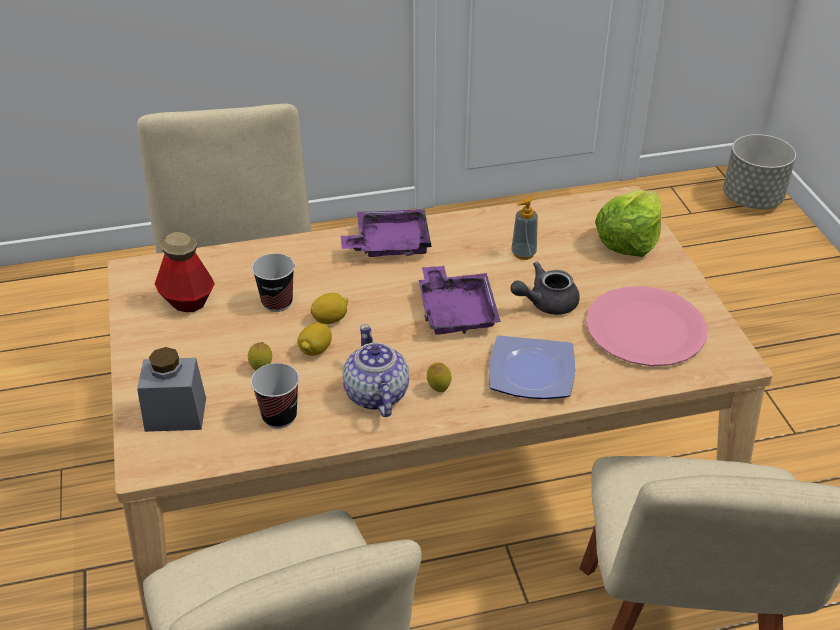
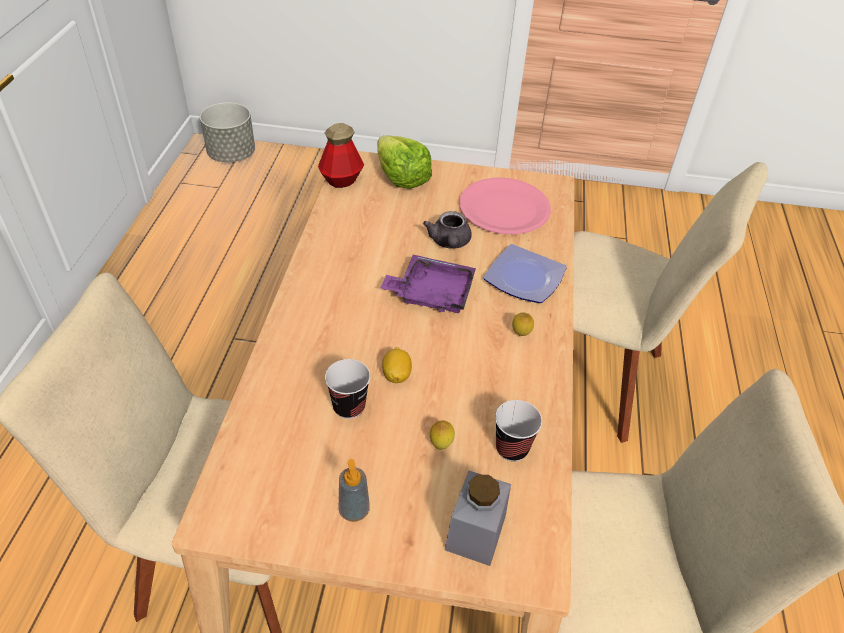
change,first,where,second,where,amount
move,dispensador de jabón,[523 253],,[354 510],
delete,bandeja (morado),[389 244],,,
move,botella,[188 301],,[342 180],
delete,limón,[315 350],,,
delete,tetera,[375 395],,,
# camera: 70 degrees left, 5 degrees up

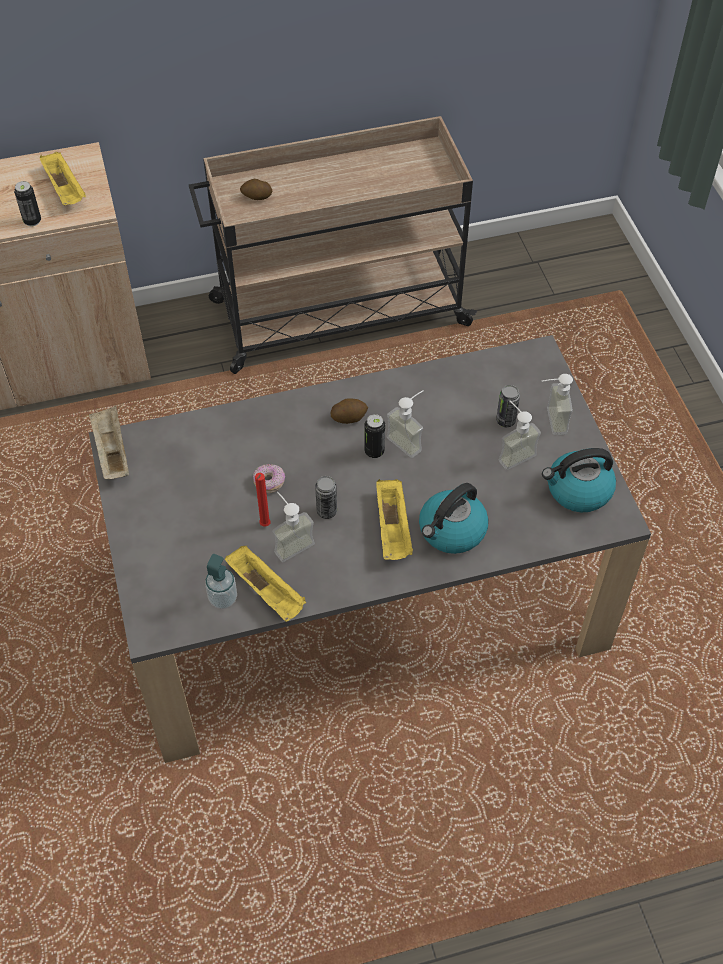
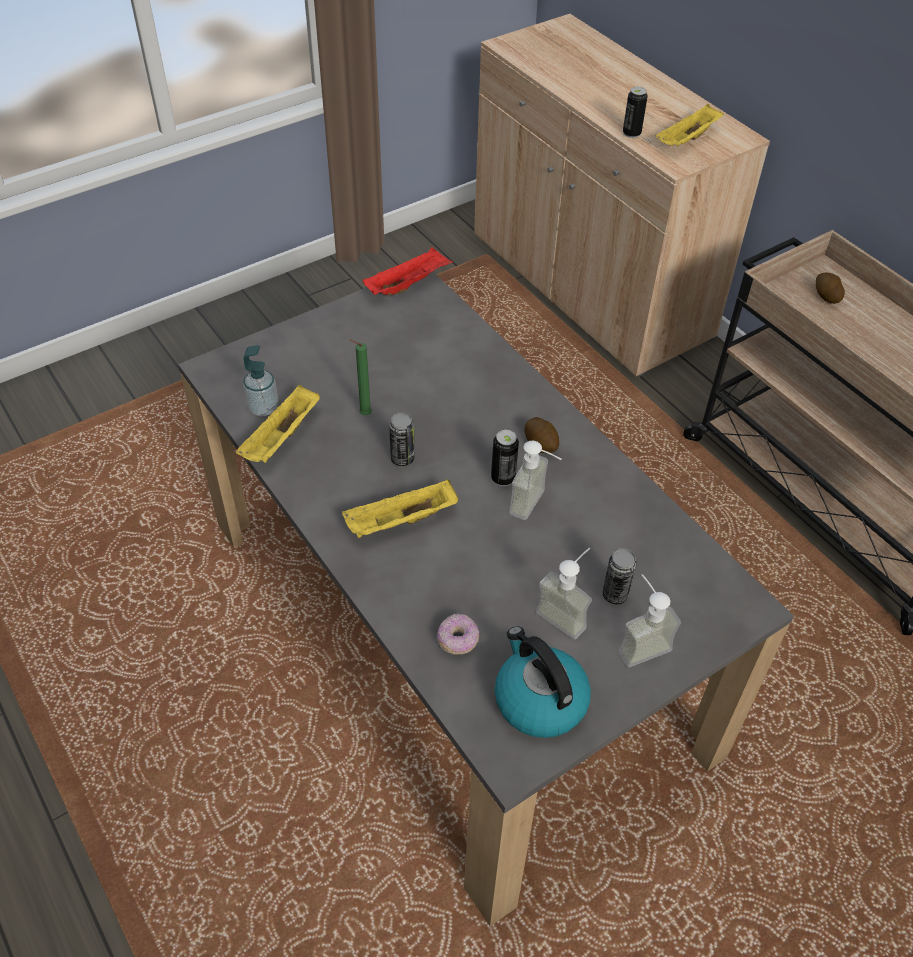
change,first,where,second,where,amount
recolor,bandeja (beis),[111 452],bandeja (rojo),[408 284],
move,rosquilla,[269 482],,[458 640],
recolor,vela (rojo),[264 526],vela (verde),[363 414],
delete,hervidor,[451 531],,,
delete,dispensador de jabón,[290 542],,,
# camera: 70 degrees right, 5 degrees down

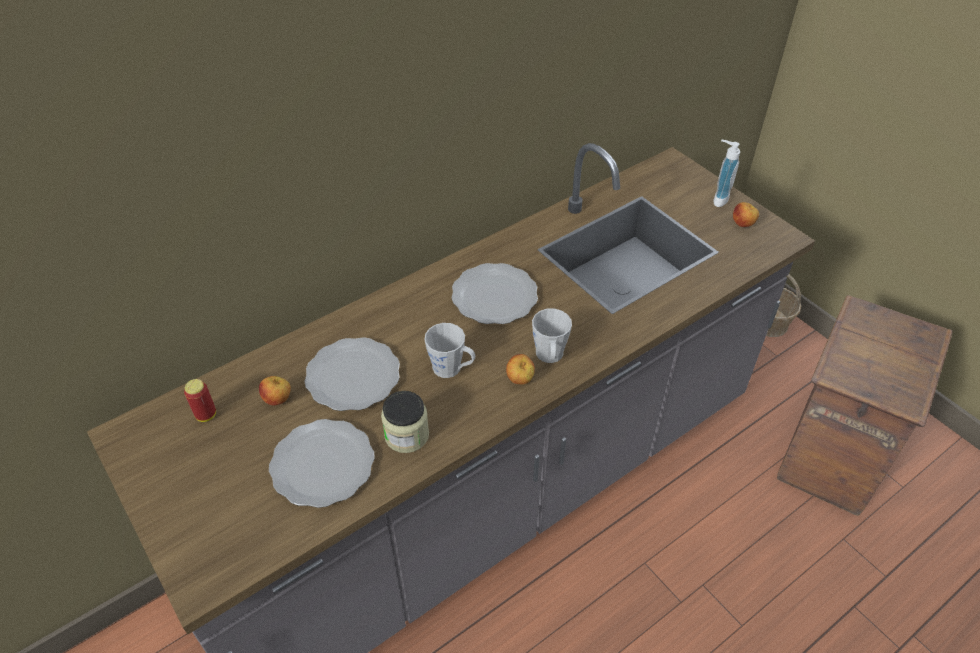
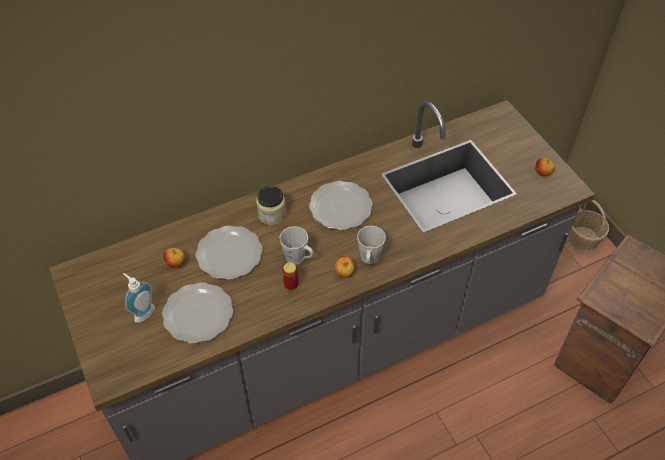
change,first,where,second,where,amount
move,dispensador de jabón,[717 198],,[142 312],
move,lata,[206 415],,[291 285],
move,tarro,[406 435],,[272 214],
# camera: 10 degrees right, 5 degrees up

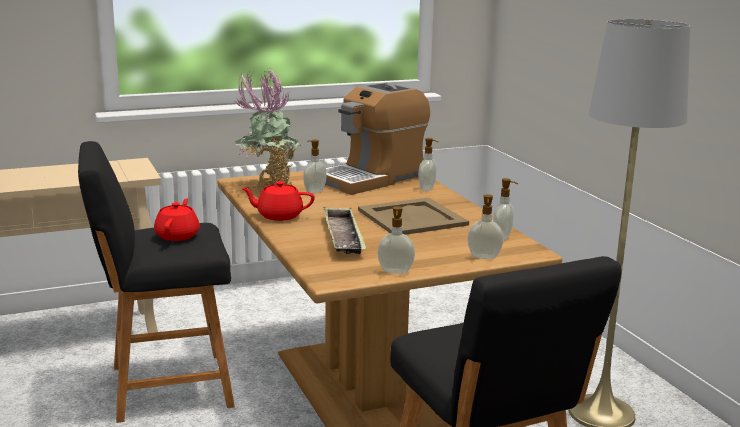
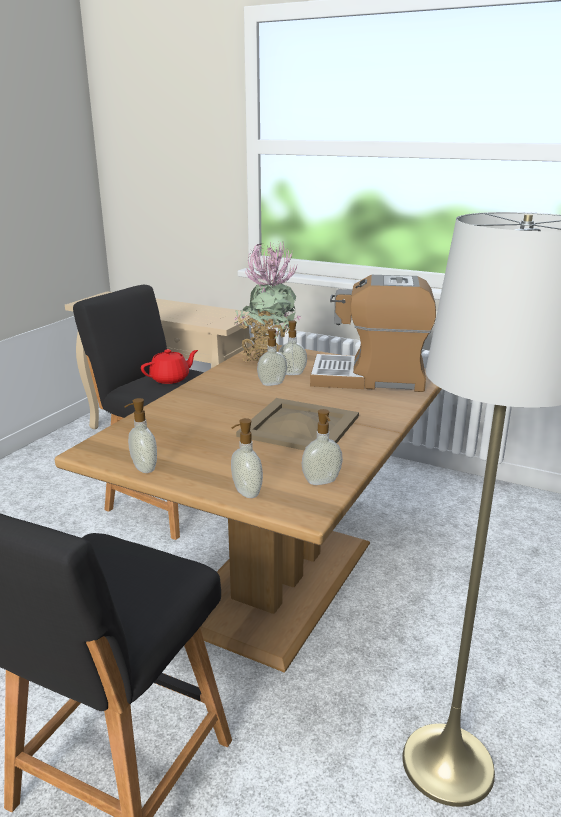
change,first,where,second,where,amount
move,dispensador de jabón,[427 189],,[272 384],
delete,tetera (rojo),[279 216],,,
delete,bandeja,[343 237],,,
# camera: 50 degrees right, 5 degrees up

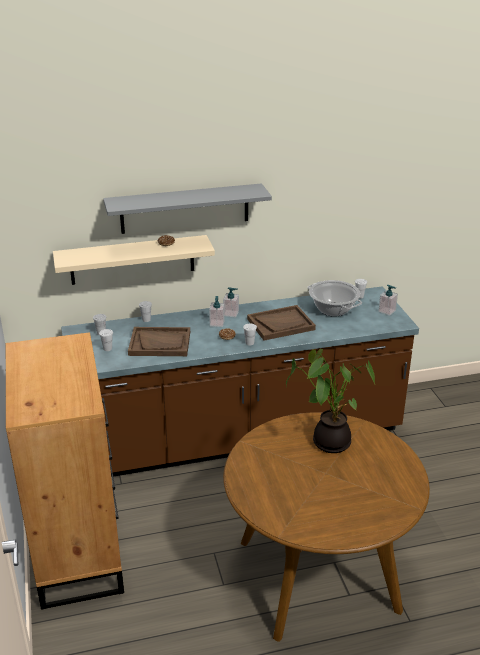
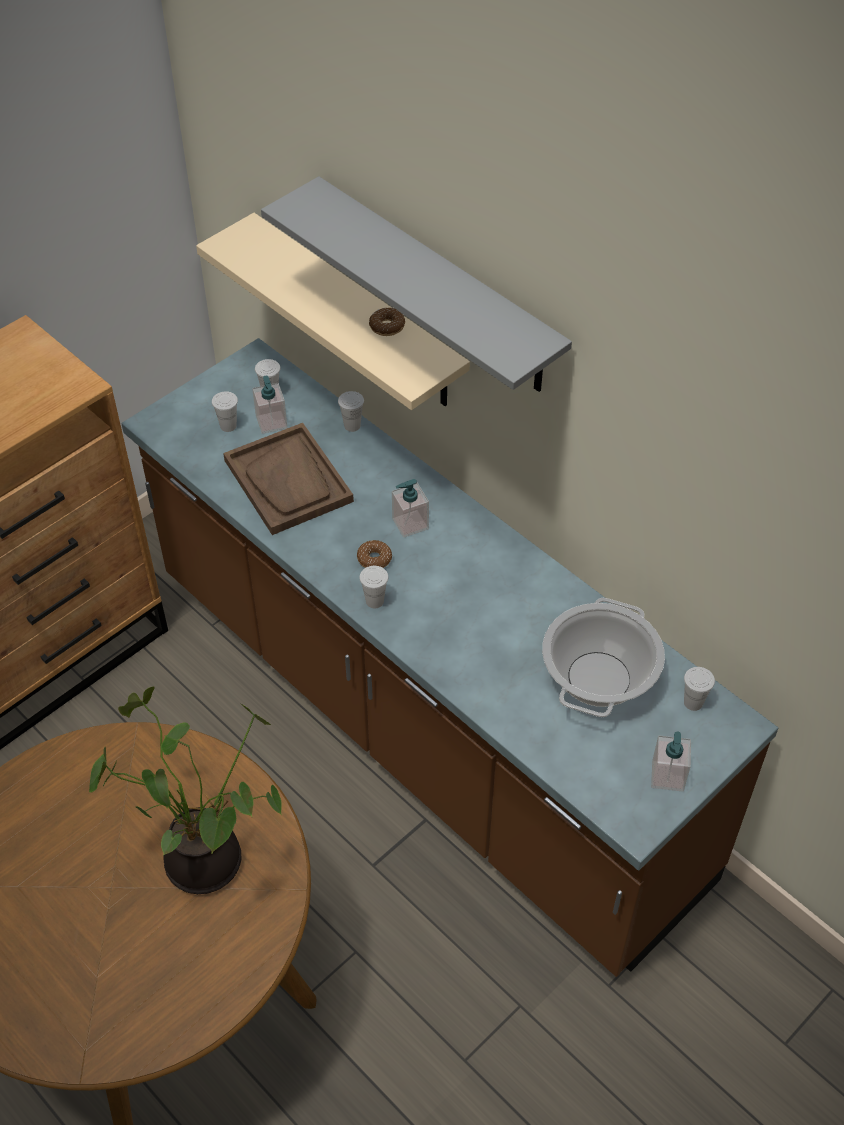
change,first,where,second,where,amount
move,dispensador de jabón,[231 313],,[271 422],
delete,bandeja (marrón),[281 324],,,
# camera: 60 degrees right, 20 degrees up

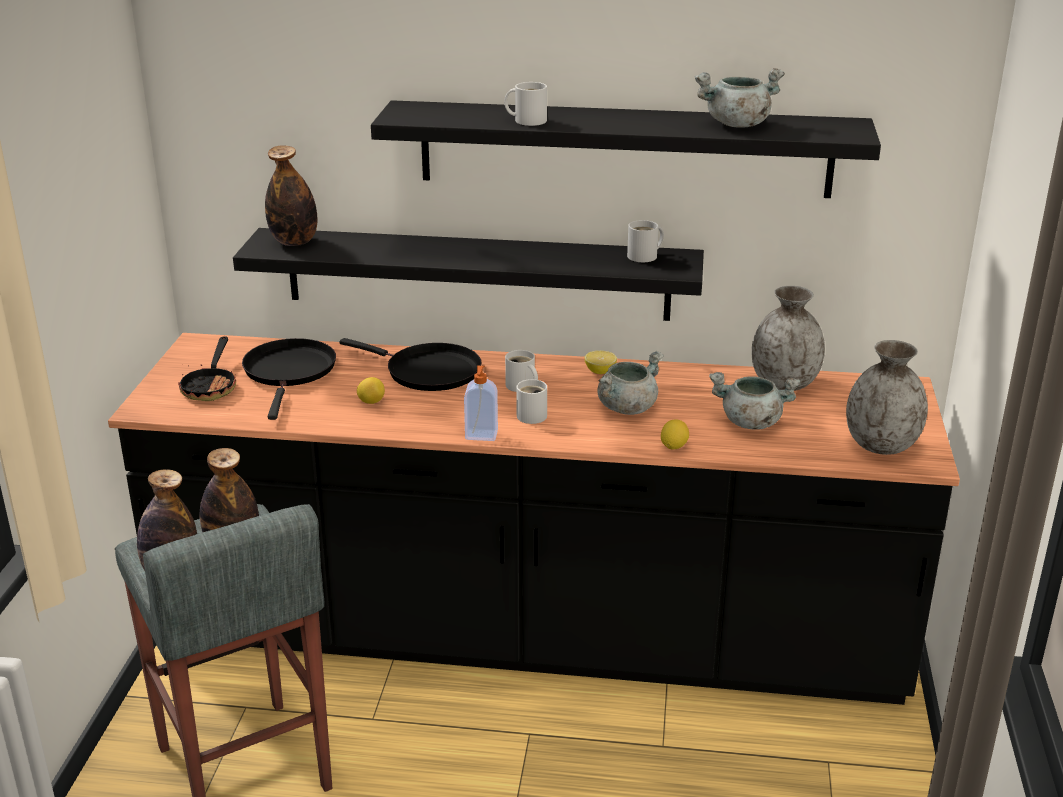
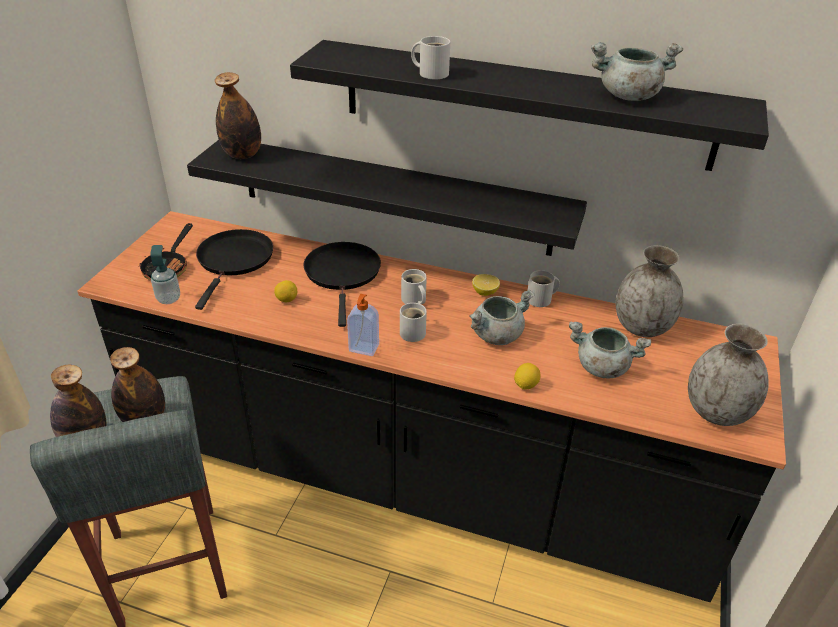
change,first,where,second,where,amount
move,taza grande (blanco),[645 256],,[541 299],
rotate,sartén (negro),[428 372],,[343 274],135 degrees counterclockwise
insert,,,dispensador de jabón,[168 299],
# camera: 10 degrees right, 10 degrees up

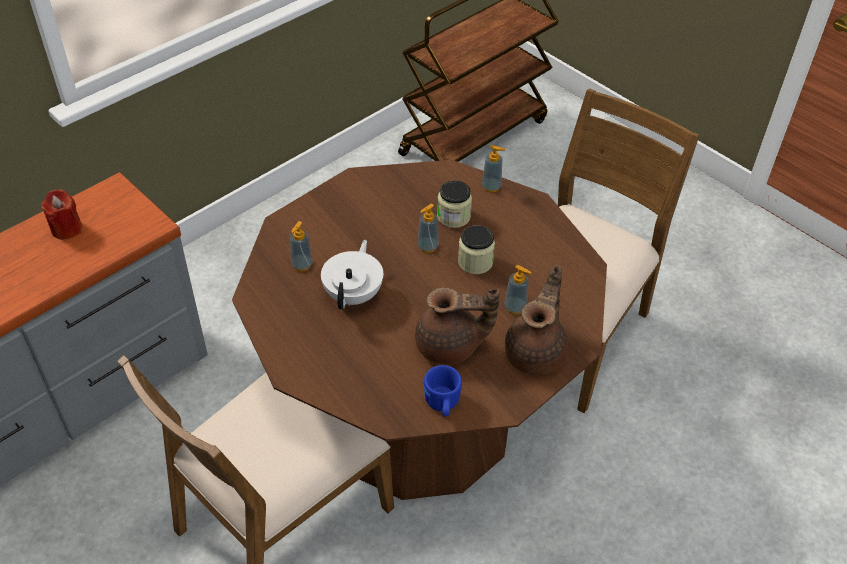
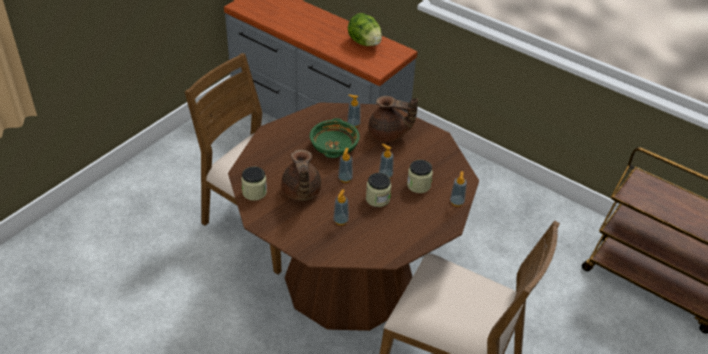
change,first,where,second,where,amount
replace,vela (rojo),[66 229],lechuga,[364 42],
replace,tetera (blanco),[354 294],cuenco (verde),[334 148],
move,tetera (marrón),[536 352],,[388 135],
replace,taza grande (azul),[441 405],tarro,[254 192],
insert,,,dispensador de jabón,[345 178],
# camera: 80 degrees right, 5 degrees down

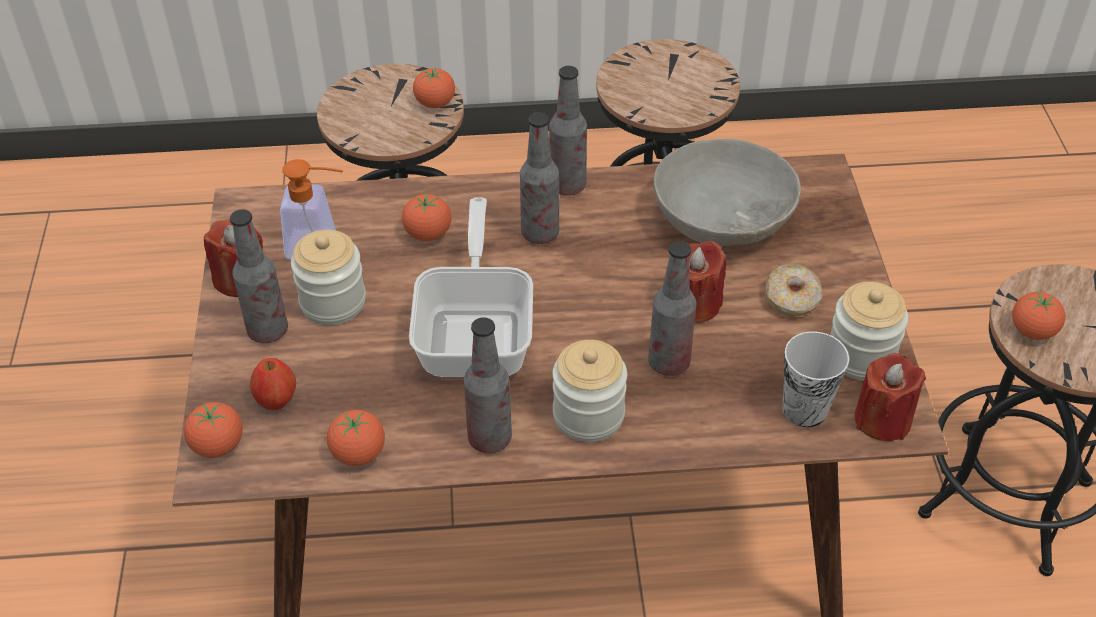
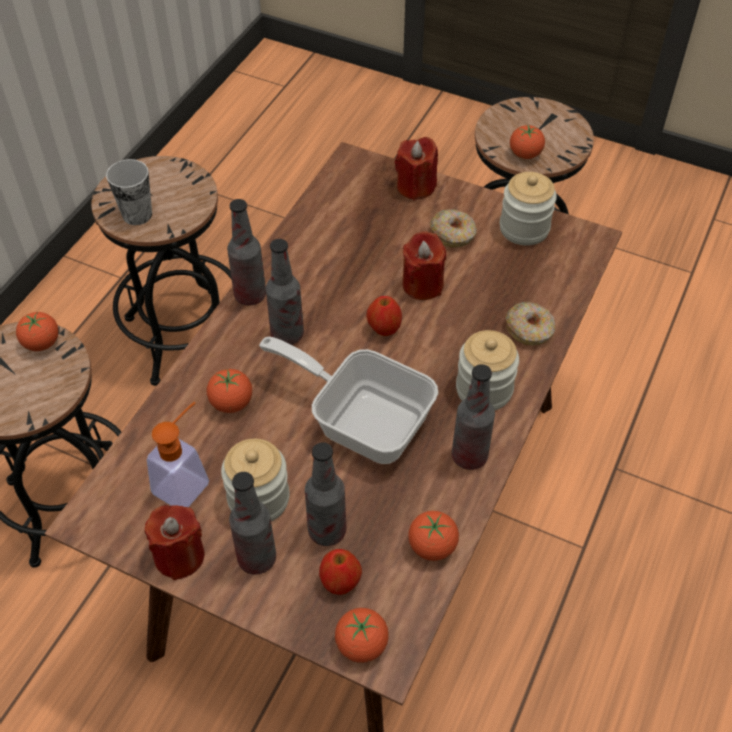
change,first,where,second,where,amount
delete,cuenco (gris),[723 218],,,
move,botella,[669 362],,[327 531],
move,taza,[804 409],,[137 214],
move,vela (rojo),[882 419],,[416 187],
insert,,,manzana,[384 328],
insert,,,rosquilla,[529 330],
# camera: 60 degrees left, 5 degrees up

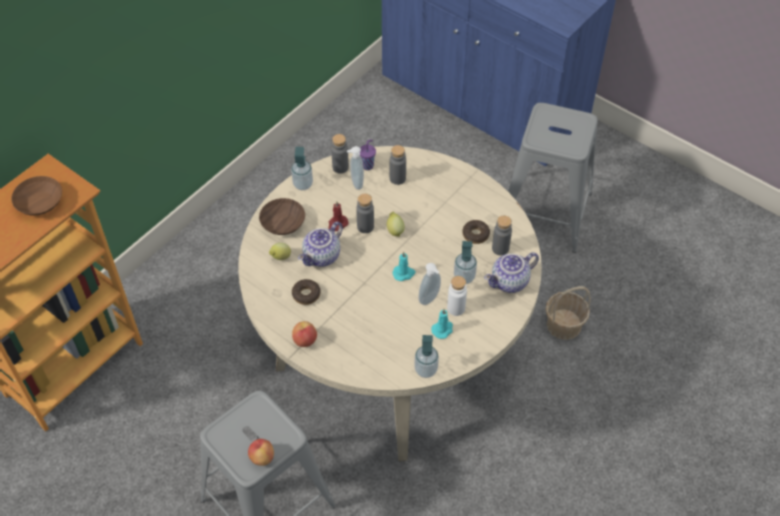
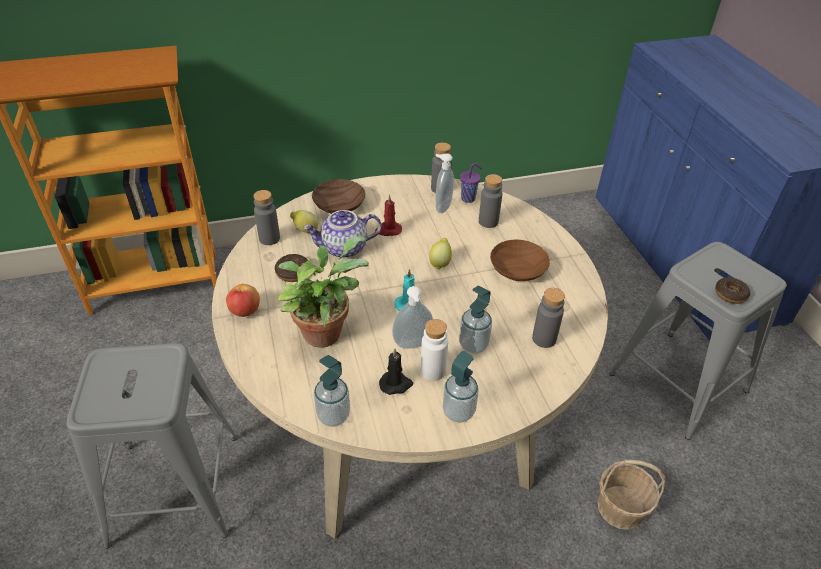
change,first,where,second,where,amount
move,dispensador de jabón,[303 184],,[458 411],
move,cuenco (marrón),[41 202],,[519 269],
move,botella (gris),[365 226],,[269 238],
move,rosquilla,[475 234],,[730 294],
delete,tetera,[509 282],,,
recolor,vela (turquesa),[443 329],vela (negro),[396 384],
delete,manzana,[262 457],,,
insert,,,planta en maceta,[324 330],
# camera: 35 degrees right, 10 degrees down

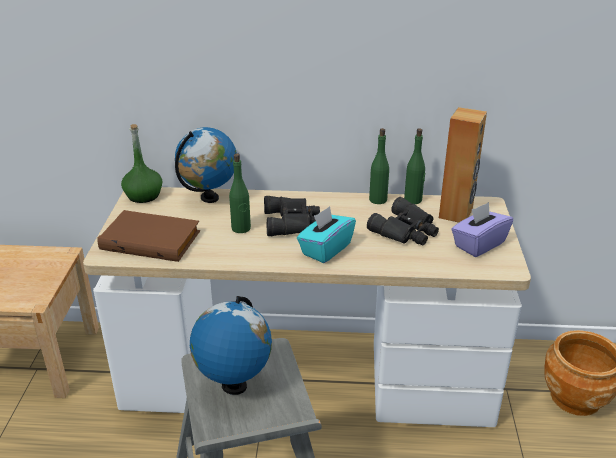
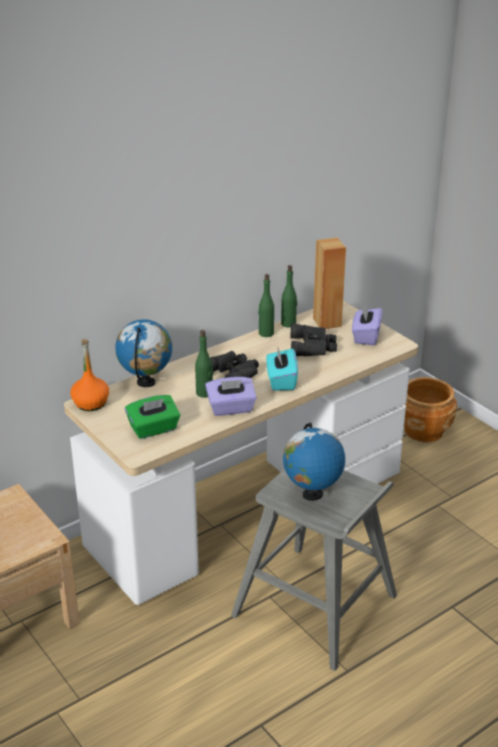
change,first,where,second,where,amount
recolor,botella (verde),[144 195],botella (naranja),[91 403],
replace,libro (marrón),[152 239],caja de pañuelos (verde),[153 429],
insert,,,caja de pañuelos (morado),[231 408],
# camera: 40 degrees left, 0 degrees up

